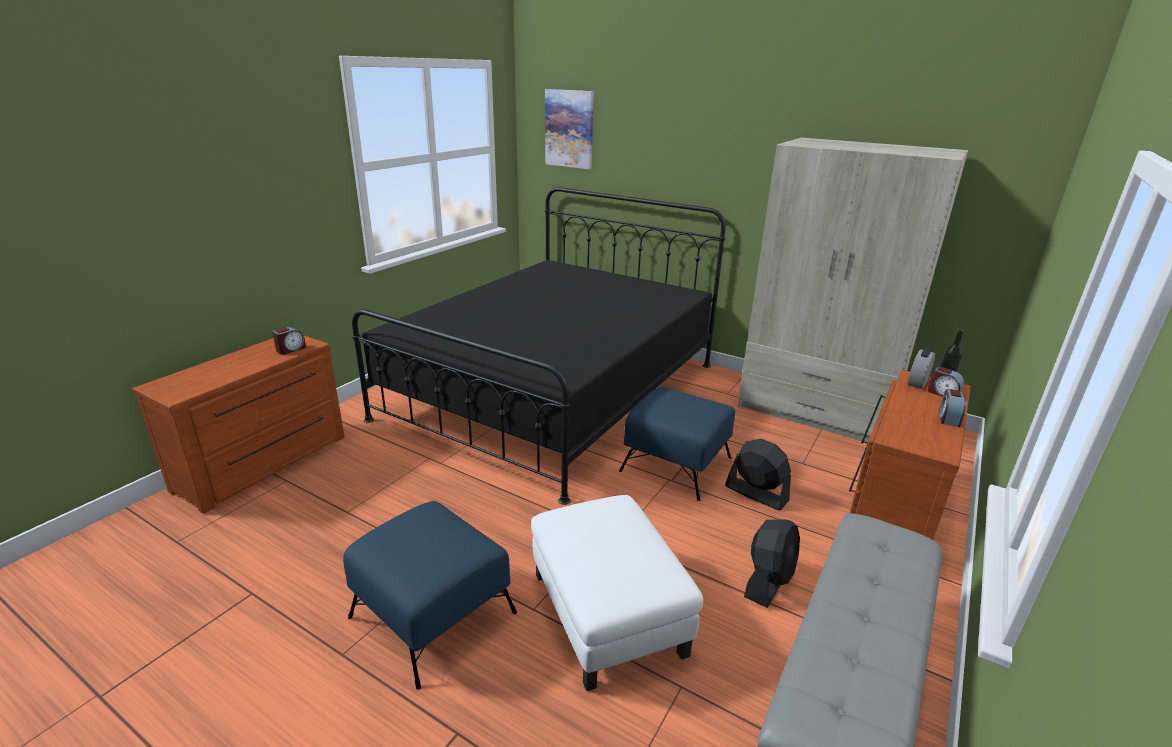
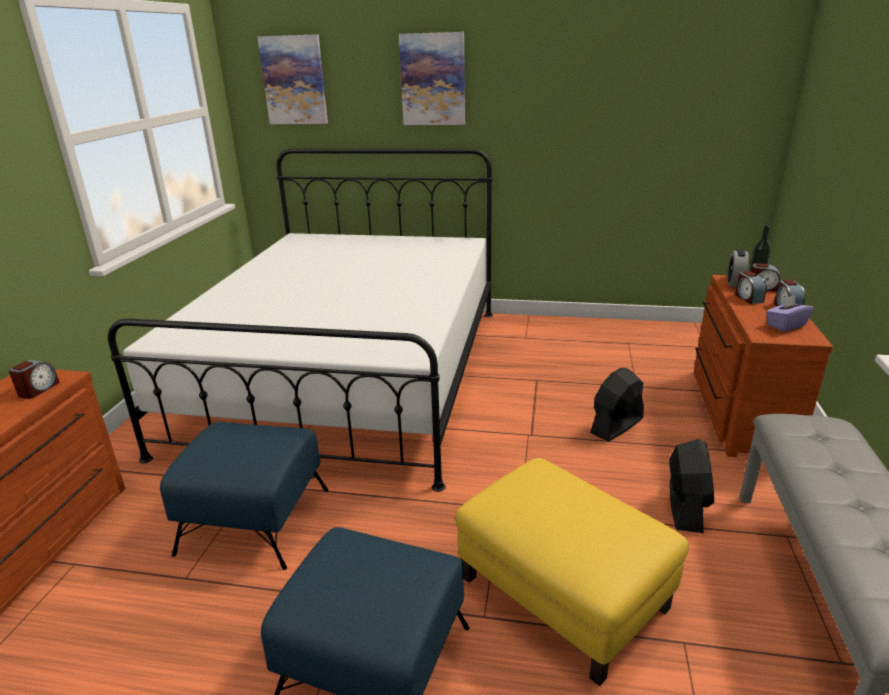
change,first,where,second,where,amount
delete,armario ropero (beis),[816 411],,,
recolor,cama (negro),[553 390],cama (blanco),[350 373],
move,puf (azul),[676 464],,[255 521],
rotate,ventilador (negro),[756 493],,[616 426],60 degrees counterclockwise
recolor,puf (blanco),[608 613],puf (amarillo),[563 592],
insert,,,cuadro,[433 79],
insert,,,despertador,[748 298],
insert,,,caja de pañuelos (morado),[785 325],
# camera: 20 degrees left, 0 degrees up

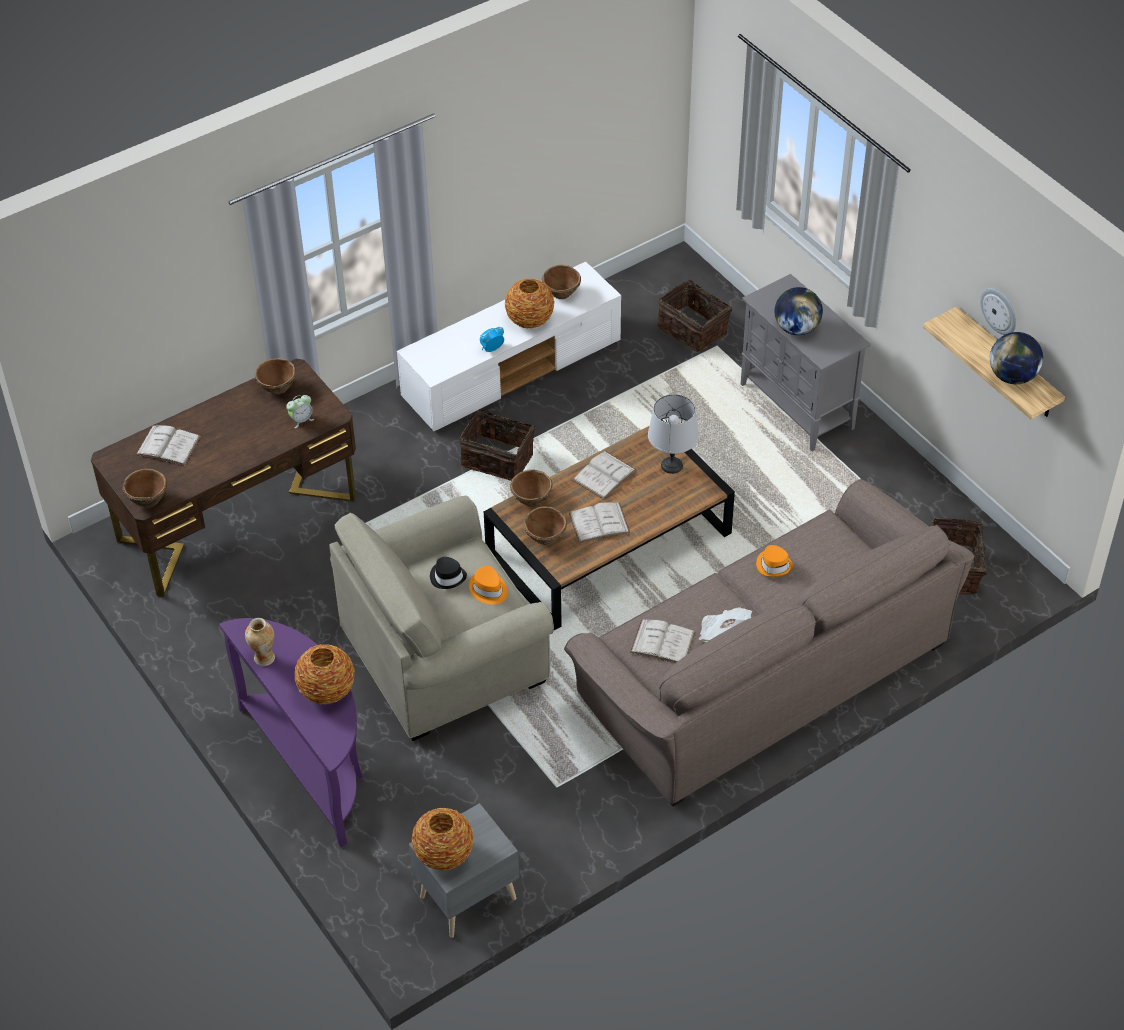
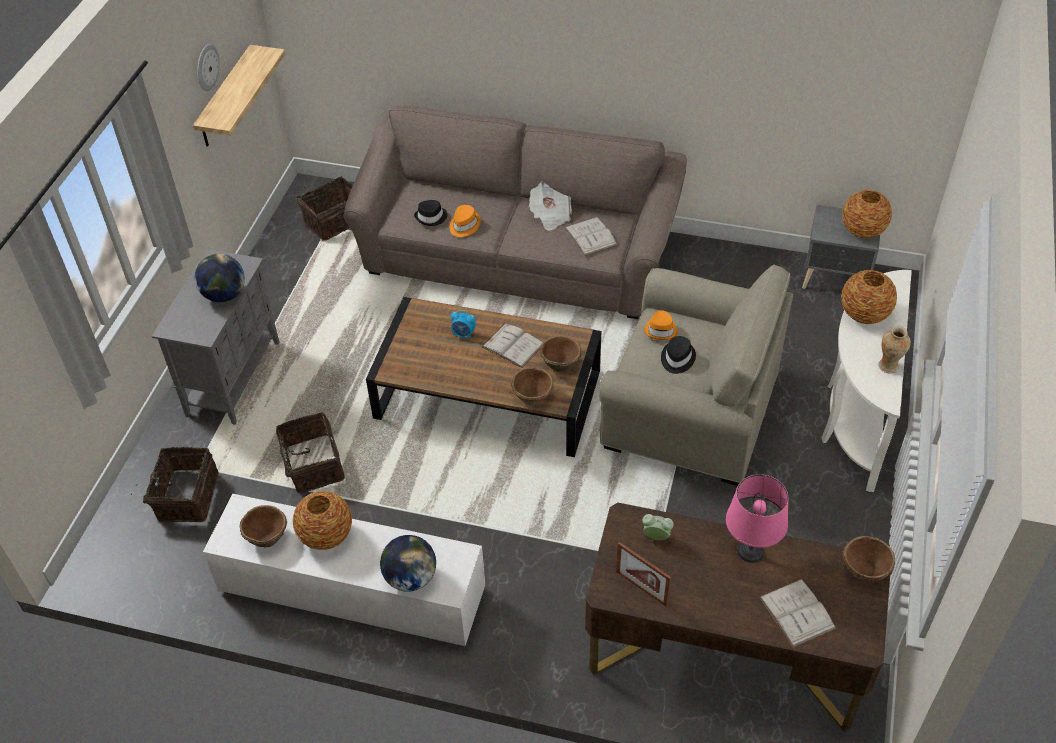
change,first,where,second,where,amount
move,despertador,[491 348],,[463 334],
move,globo terráqueo,[1012 376],,[410 578],
replace,cuenco (marrón),[277 388],portarretratos,[641 588],
delete,lámpara de mesa (gris),[671 465],,,
move,cesta,[498 458],,[312 465],
delete,libro (blanco),[604 475],,,
recolor,mesa consola (morado),[313 763],mesa consola (blanco),[854 417],
insert,,,sombrero (negro),[431 217],
insert,,,lámpara de mesa (rosa),[751 551],
# camera: 130 degrees left, 0 degrees up

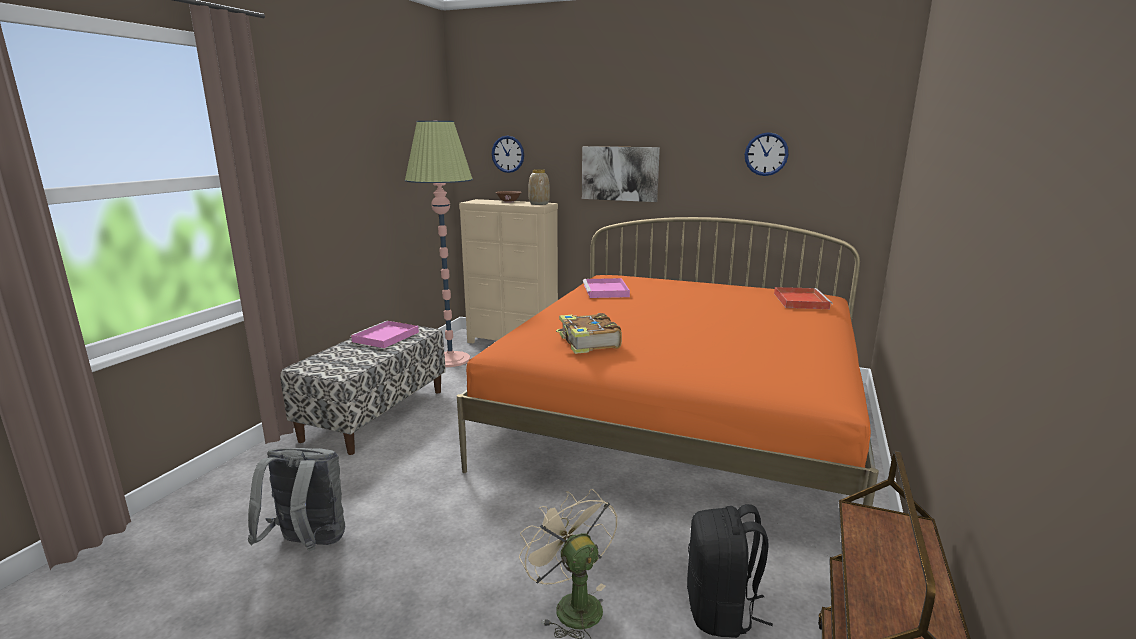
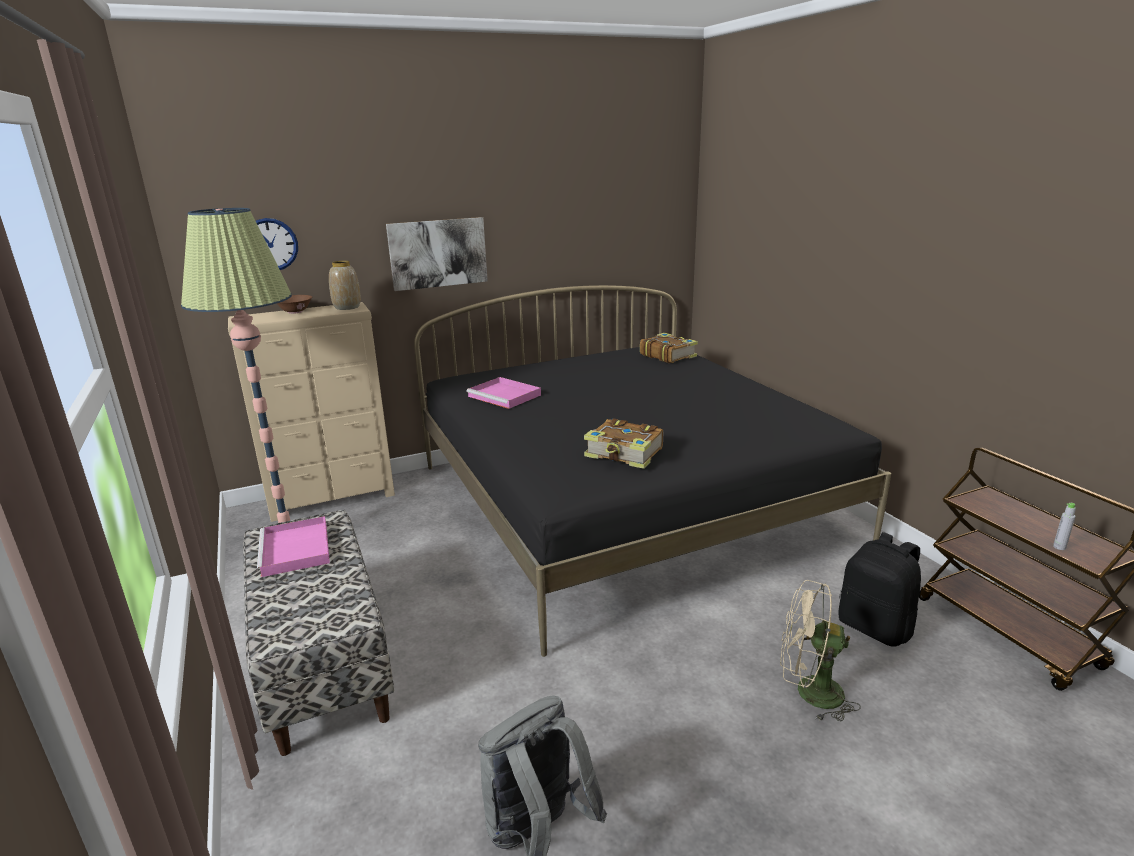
change,first,where,second,where,amount
delete,reloj de pared,[766 154],,,
recolor,cama (naranja),[681 419],cama (negro),[625 503],
replace,bandeja (rojo),[800 300],libro,[667 355],
insert,,,botella (gris),[1059 547],
# camera: 45 degrees left, 5 degrees up

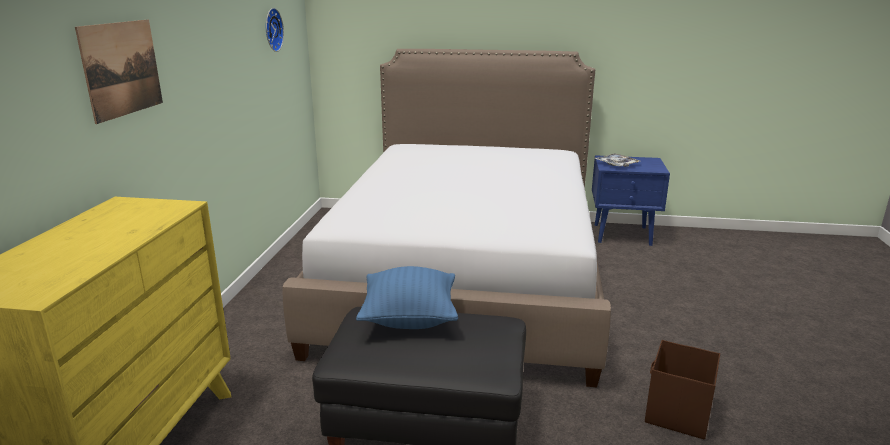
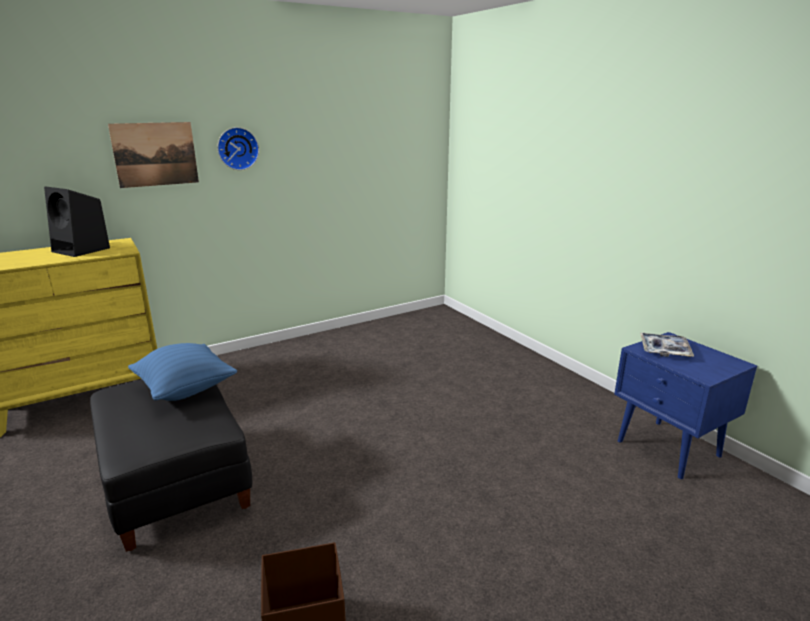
change,first,where,second,where,amount
move,reloj de pared,[271 29],,[237 148],
delete,cama,[466 277],,,
insert,,,altavoz (negro),[82 250],
# camera: 50 degrees right, 0 degrees up

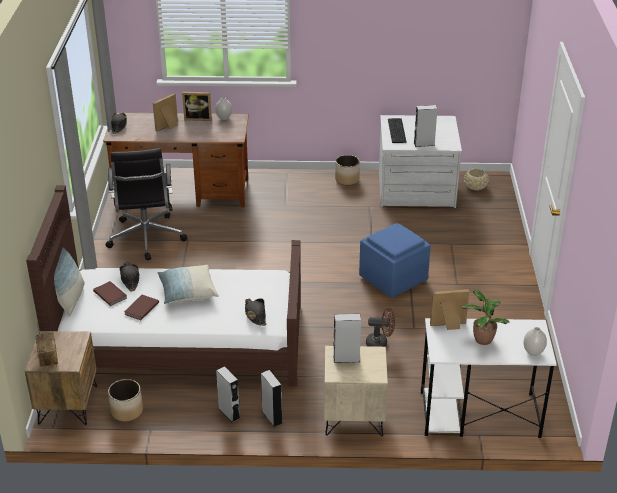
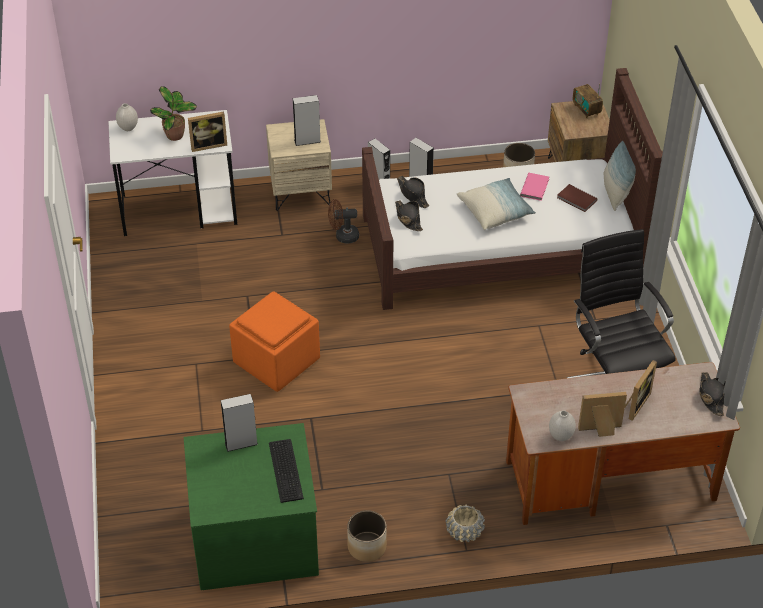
change,first,where,second,where,amount
recolor,cómoda (blanco),[416 190],cómoda (verde),[254 537],
move,maceta (beis),[475 187],,[464 532],
recolor,puf (azul),[393 279],puf (naranja),[276 360],
move,sombrero (negro),[130 279],,[408 218],
recolor,libro (marrón),[140 308],libro (rosa),[535 187],
move,ventilador (marrón),[380 343],,[343 236],
# camera: 170 degrees right, 10 degrees up

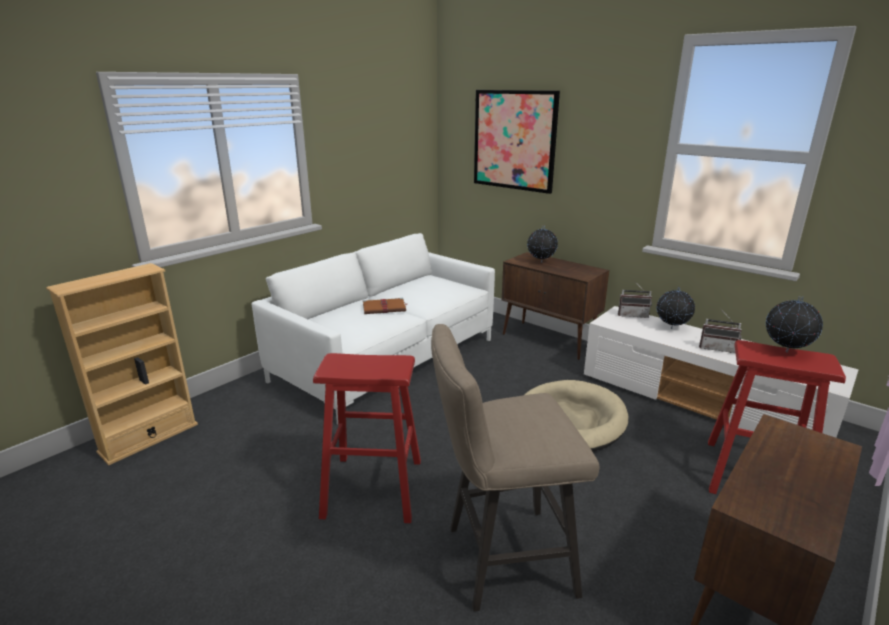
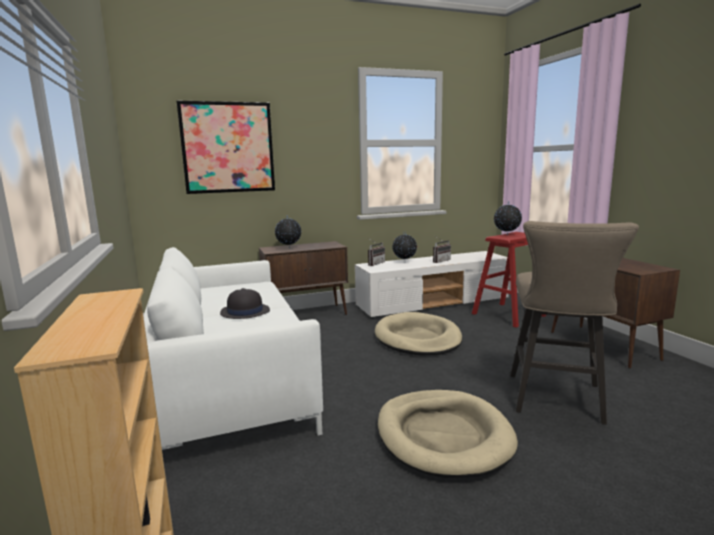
change,first,where,second,where,amount
replace,libro (marrón),[385 308],sombrero (negro),[244 312],
replace,taburete (rojo),[373 488],cama para perro (beis),[443 436],
# camera: 60 degrees left, 10 degrees down

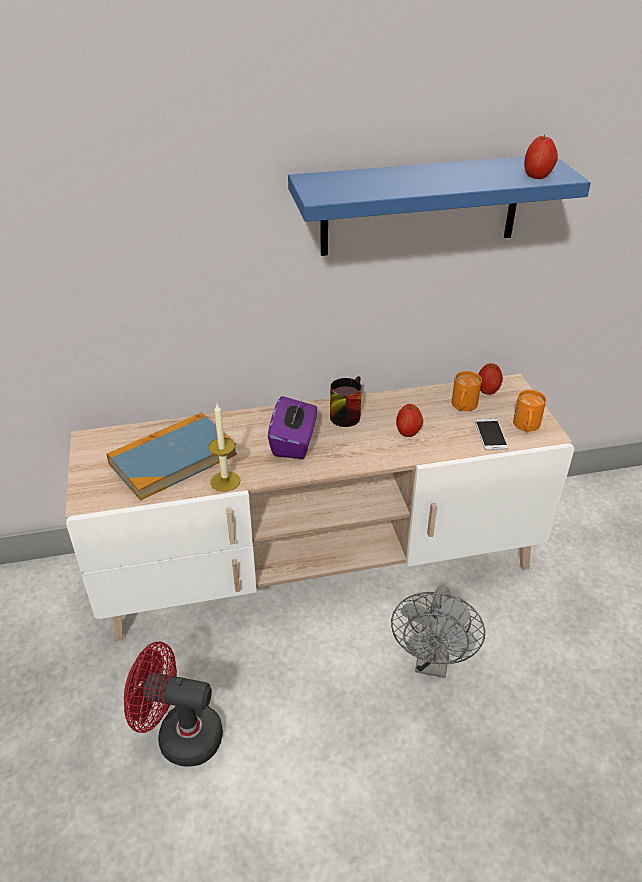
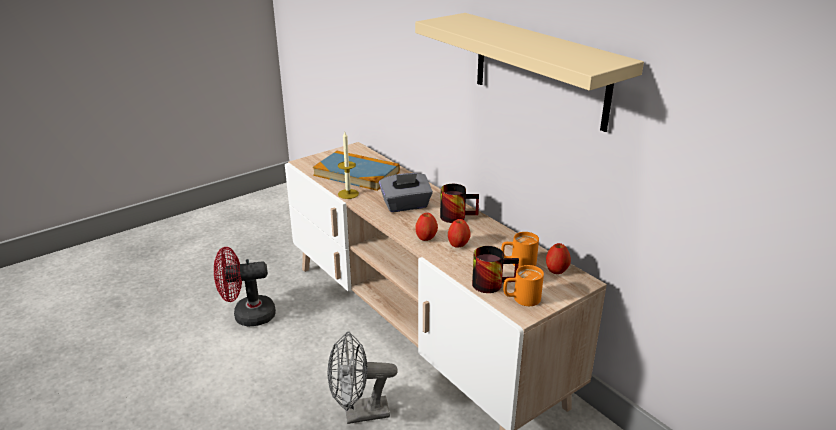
change,first,where,second,where,amount
move,manzana,[537 176],,[426 238],
recolor,estante (azul),[420 206],estante (beis),[540 70],
recolor,caja de pañuelos (morado),[294 442],caja de pañuelos (gris),[406 205],
replace,móvil,[491 434],taza grande,[492 282],
rotate,ventilador (rojo),[180 735],,[247 316],90 degrees counterclockwise
# camera: 65 degrees right, 10 degrees down

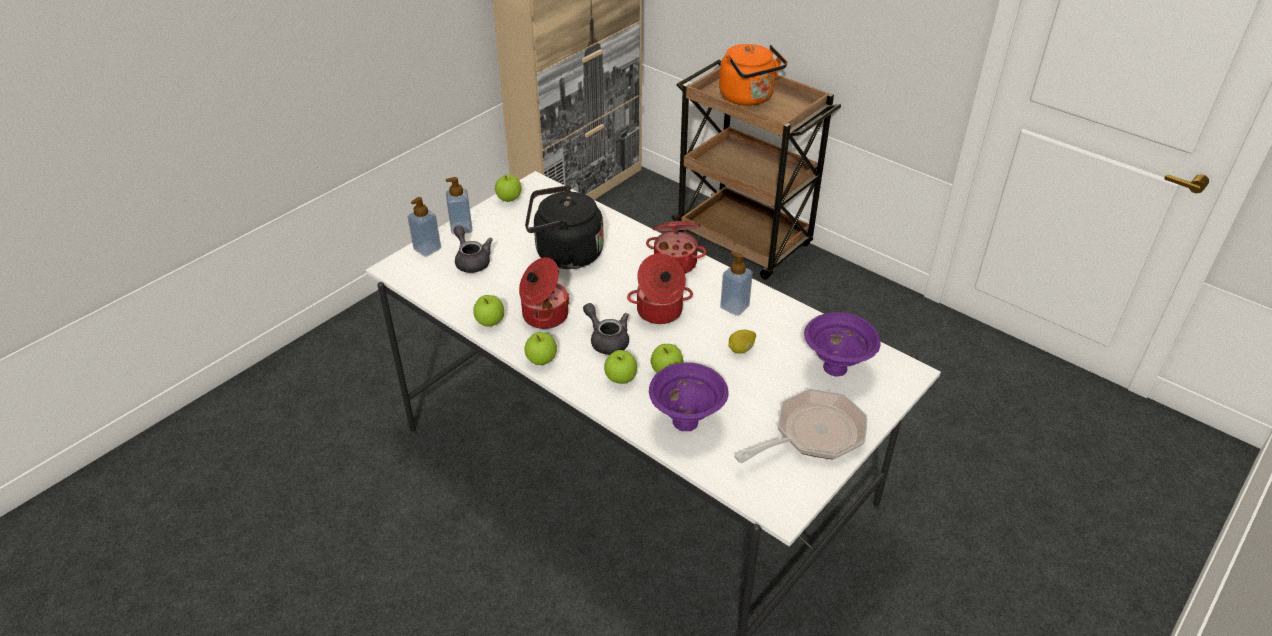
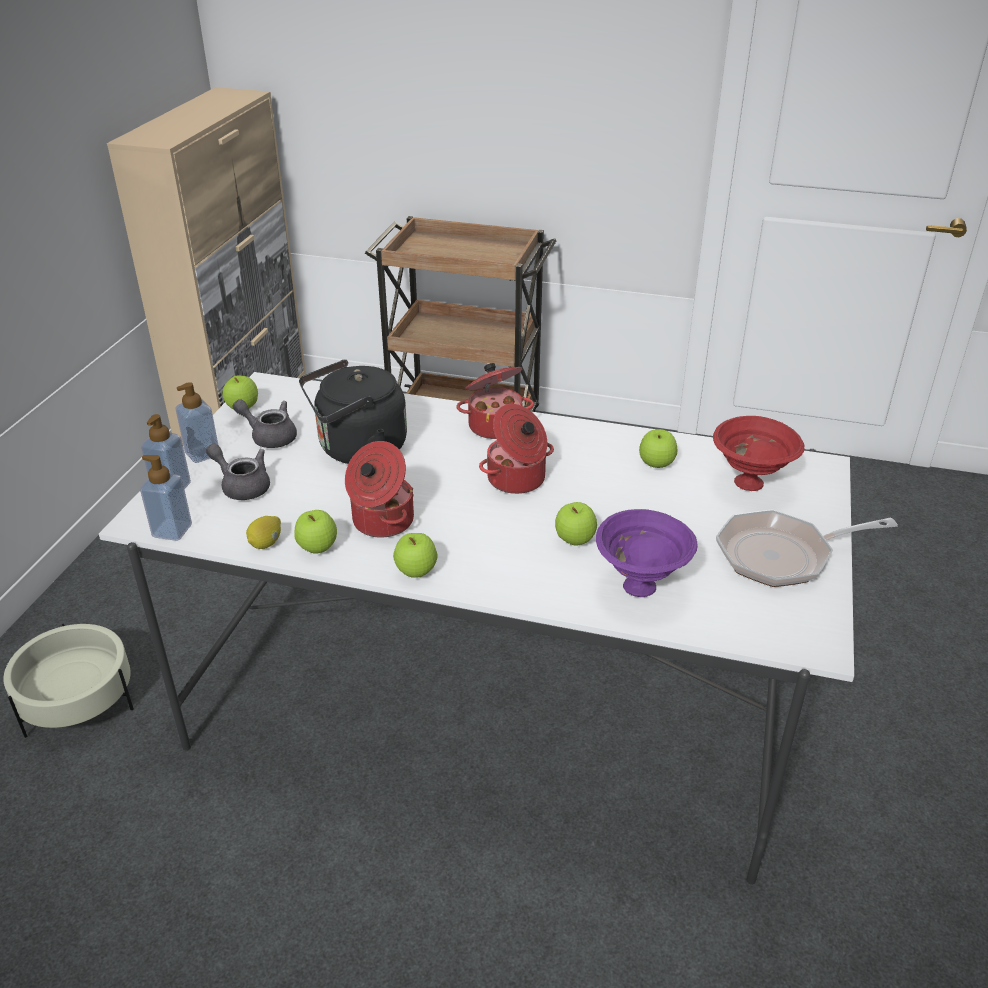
change,first,where,second,where,amount
delete,hervidor (naranja),[748 98],,,
move,dispensador de jabón,[734 307],,[172 531],
move,tetera (gris),[607 340],,[269 436],
recolor,cuenco (morado),[837 369],cuenco (rojo),[751 483],
move,limón,[741 349],,[266 543],
move,manzana,[620 379],,[656 464],
rotate,sartén,[813 434],,[782 555],135 degrees counterclockwise
insert,,,maceta (beis),[78 702],
# camera: 25 degrees left, 5 degrees down

